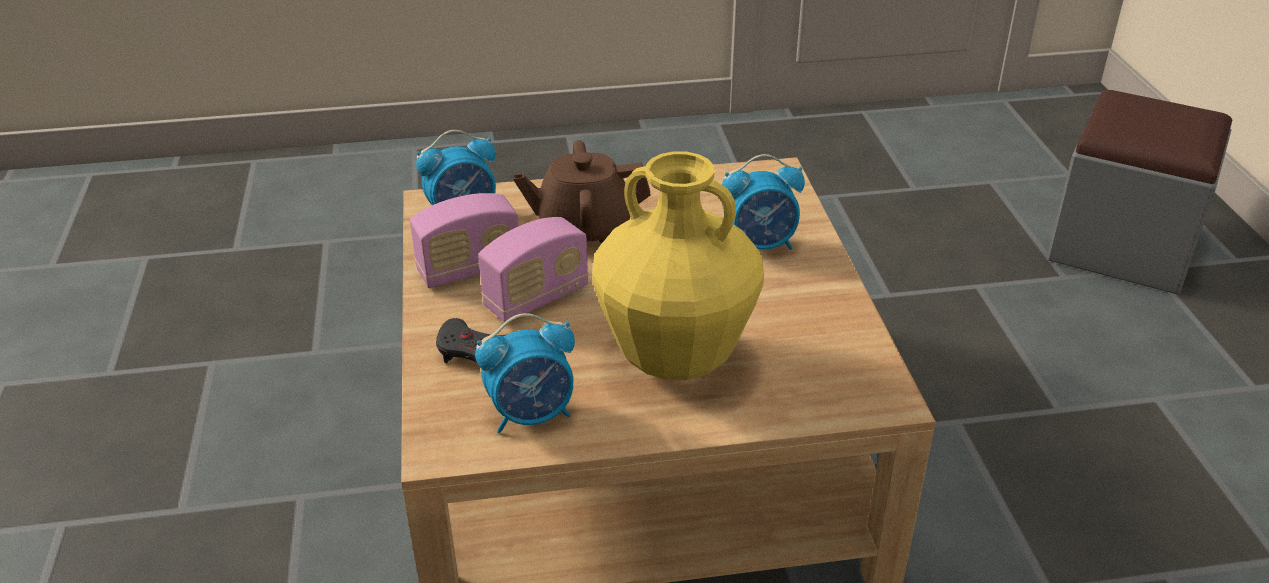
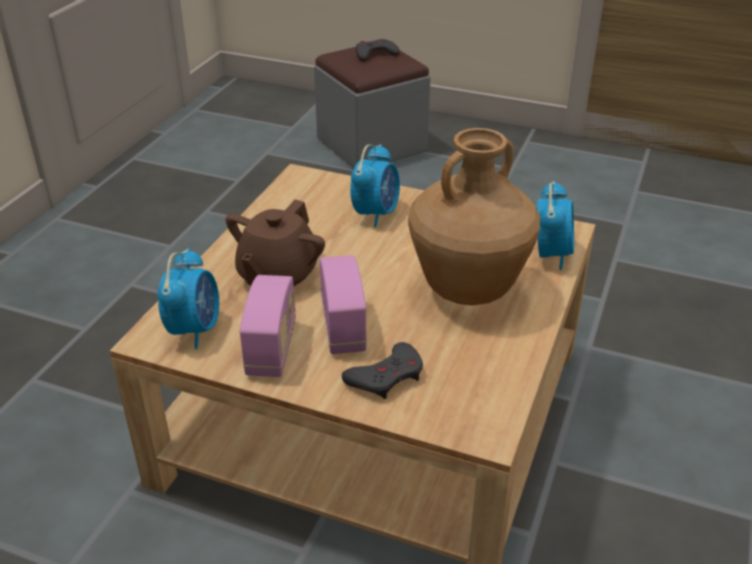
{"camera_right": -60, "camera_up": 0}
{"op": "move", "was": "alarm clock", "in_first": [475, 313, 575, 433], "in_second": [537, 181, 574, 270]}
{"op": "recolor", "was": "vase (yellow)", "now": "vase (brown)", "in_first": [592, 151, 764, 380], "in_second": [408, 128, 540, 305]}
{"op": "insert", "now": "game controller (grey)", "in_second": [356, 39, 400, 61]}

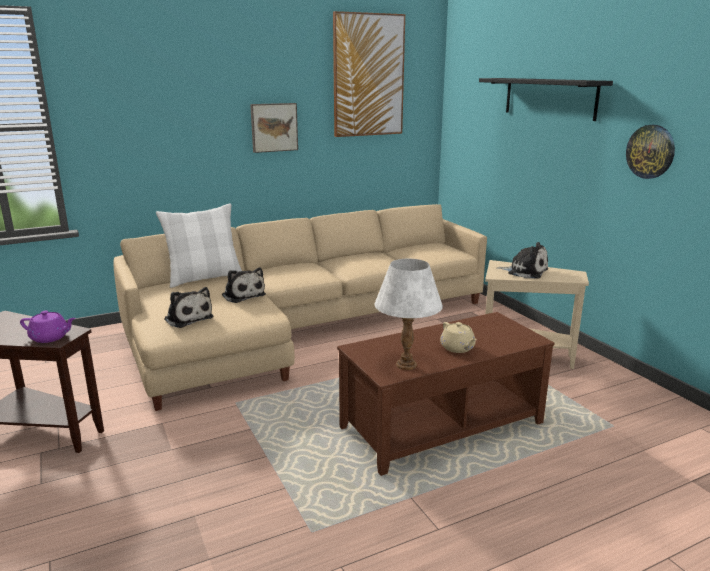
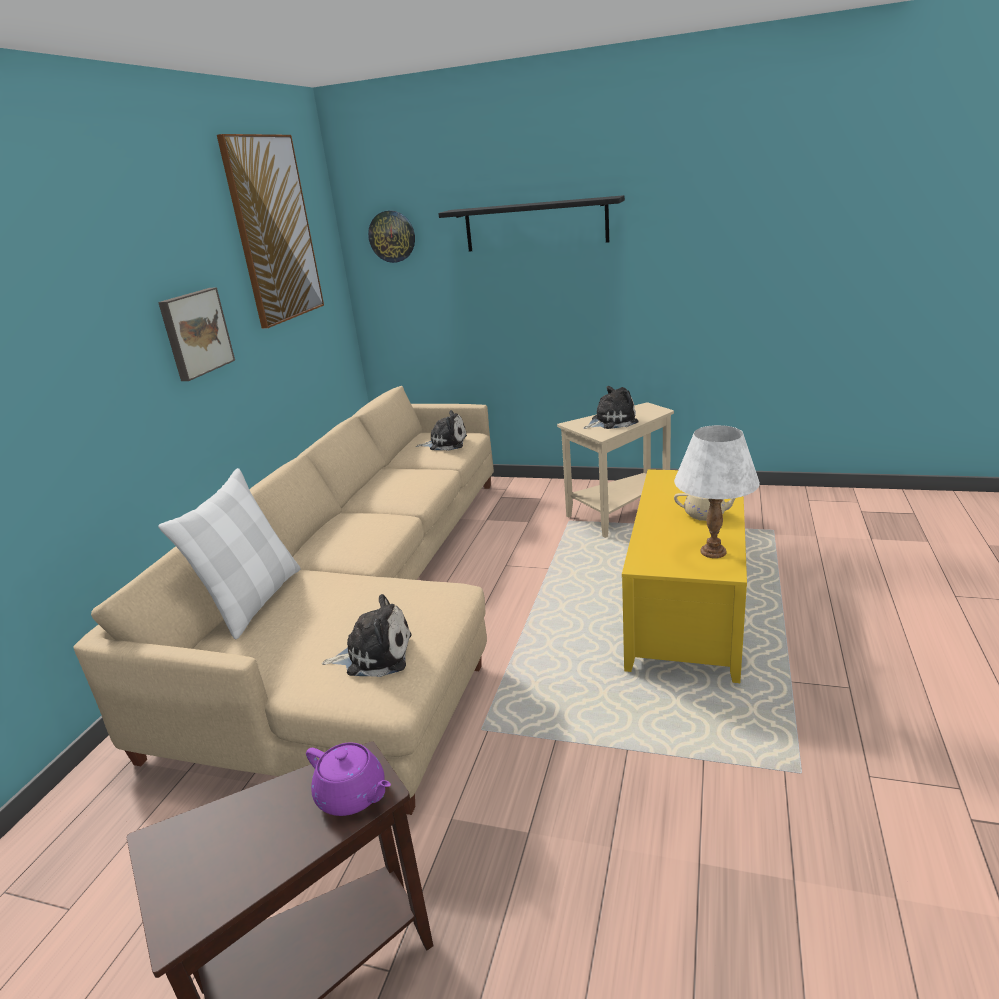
{"camera_right": -45, "camera_up": 5}
{"op": "rotate", "was": "teapot (purple)", "in_first": [20, 311, 76, 343], "in_second": [306, 742, 391, 816], "clockwise": 75}
{"op": "move", "was": "plush toy", "in_first": [222, 267, 266, 303], "in_second": [416, 410, 467, 451]}
{"op": "recolor", "was": "coffee table (brown)", "now": "coffee table (yellow)", "in_first": [337, 312, 555, 476], "in_second": [622, 469, 747, 683]}
{"op": "move", "was": "wall clock", "in_first": [626, 125, 675, 179], "in_second": [368, 210, 415, 263]}

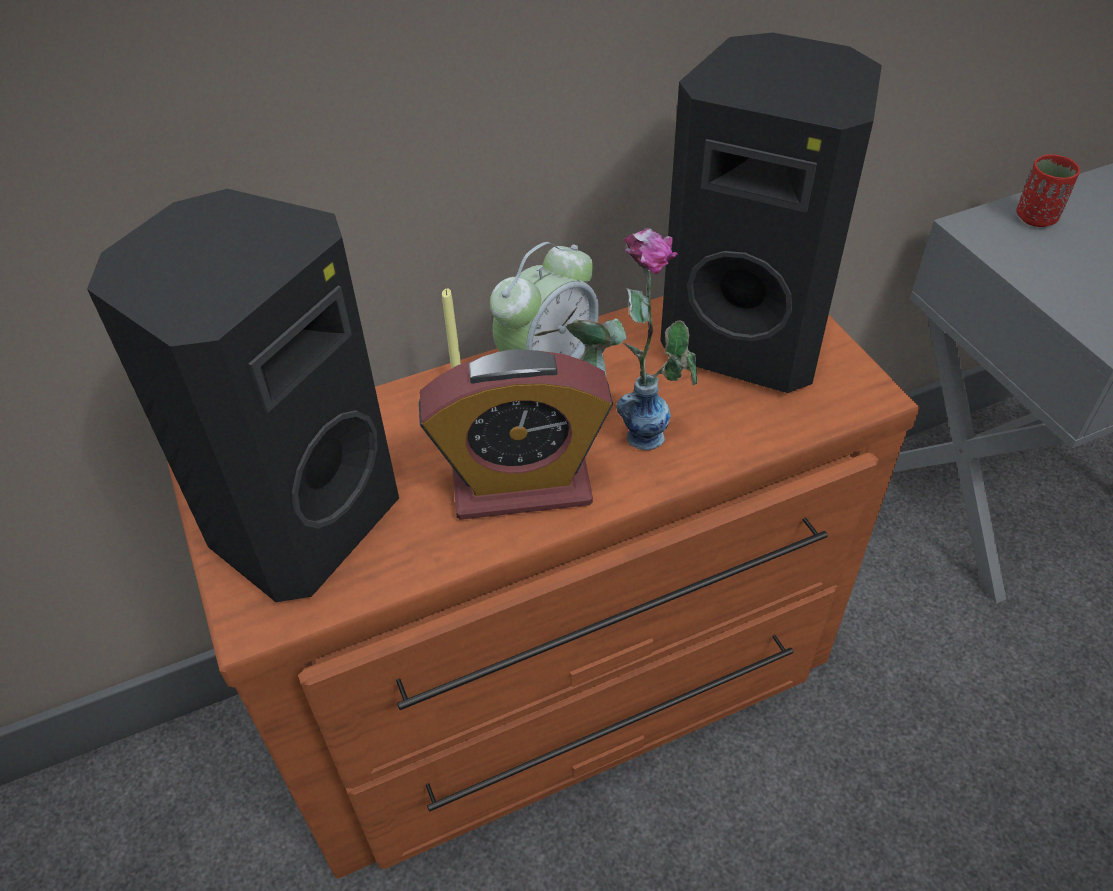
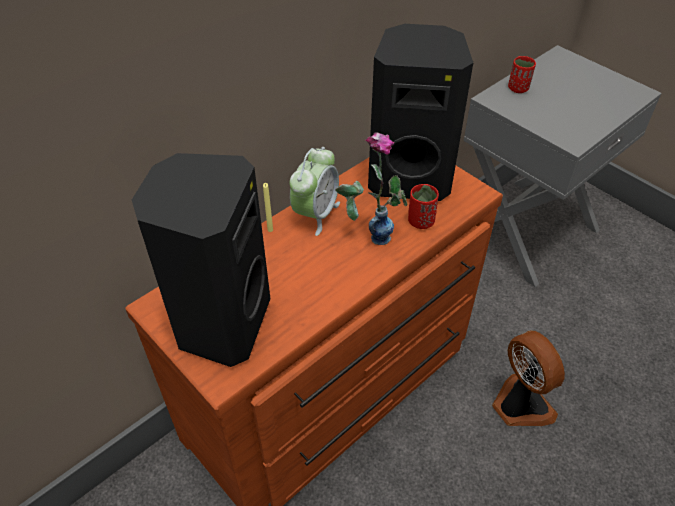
{"camera_right": -20, "camera_up": 0}
{"op": "delete", "was": "alarm clock", "in_first": [419, 349, 613, 520]}
{"op": "insert", "now": "cup (red)", "in_second": [408, 184, 439, 229]}
{"op": "insert", "now": "fan", "in_second": [492, 330, 565, 426]}

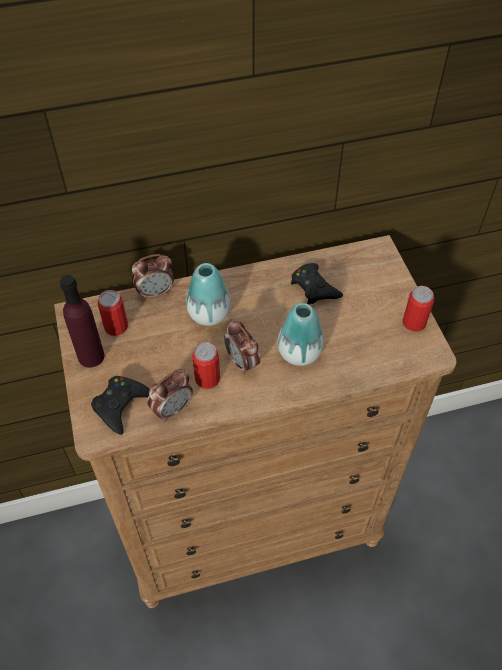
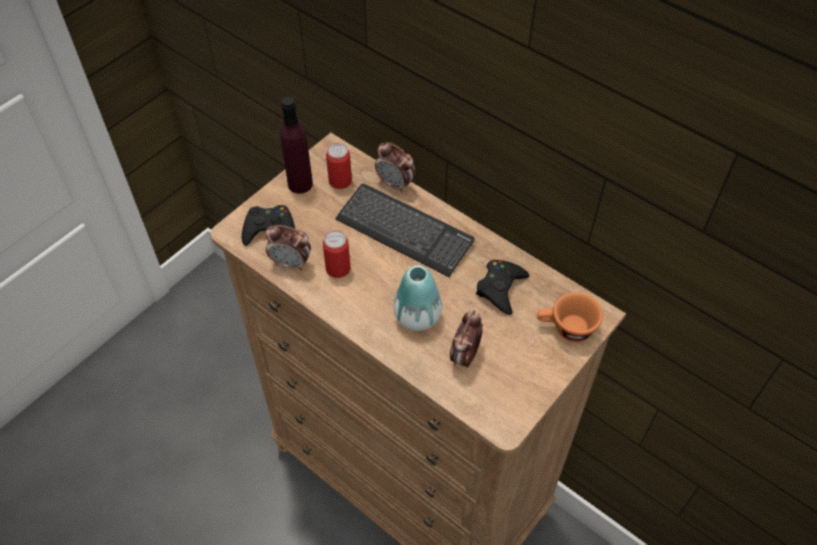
{"camera_right": 55, "camera_up": 0}
{"op": "replace", "was": "vase", "now": "keyboard", "in_first": [186, 263, 231, 326], "in_second": [335, 184, 475, 277]}
{"op": "move", "was": "alarm clock", "in_first": [224, 320, 261, 374], "in_second": [450, 310, 483, 368]}
{"op": "delete", "was": "can", "in_first": [402, 286, 434, 332]}
{"op": "insert", "now": "cup (orange)", "in_second": [537, 293, 603, 342]}

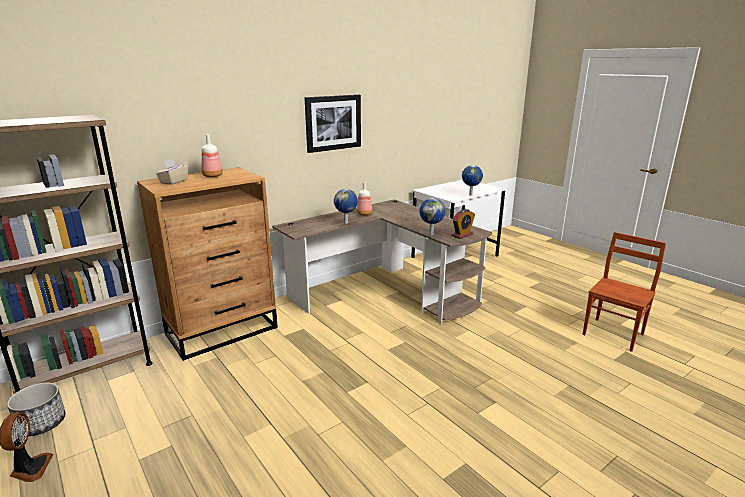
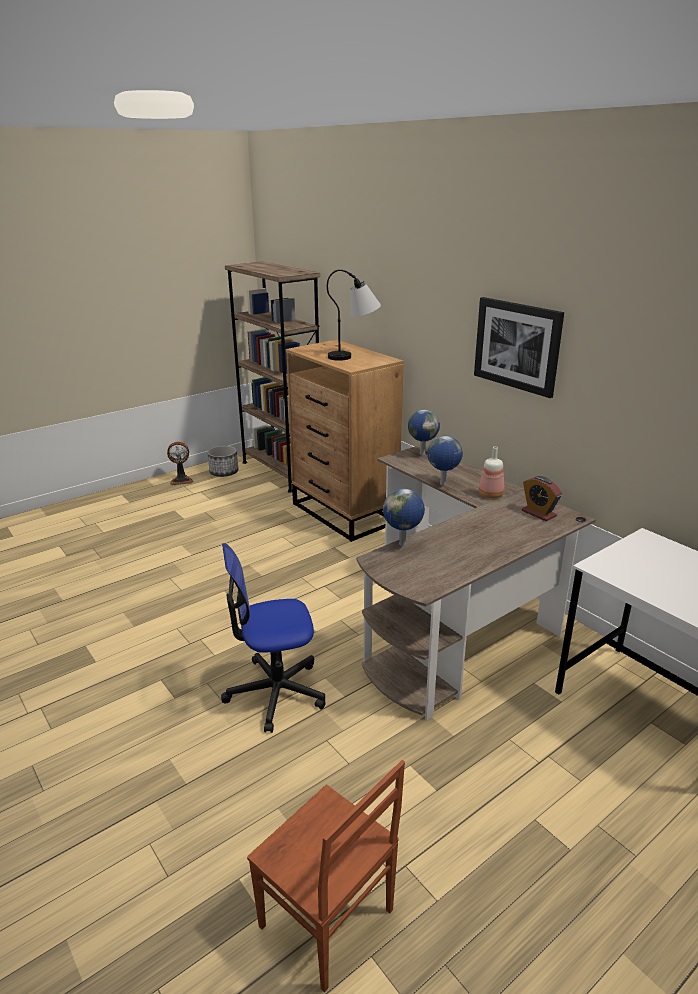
{"camera_right": 90, "camera_up": 5}
{"op": "delete", "was": "tissue box (beige)", "in_first": [156, 159, 188, 185]}
{"op": "replace", "was": "bottle", "now": "table lamp", "in_first": [202, 134, 223, 177], "in_second": [327, 269, 381, 361]}
{"op": "move", "was": "alarm clock", "in_first": [452, 209, 475, 239], "in_second": [522, 476, 562, 521]}
{"op": "move", "was": "globe", "in_first": [462, 165, 483, 196], "in_second": [408, 410, 440, 455]}
{"op": "insert", "now": "office chair", "in_second": [221, 543, 326, 733]}

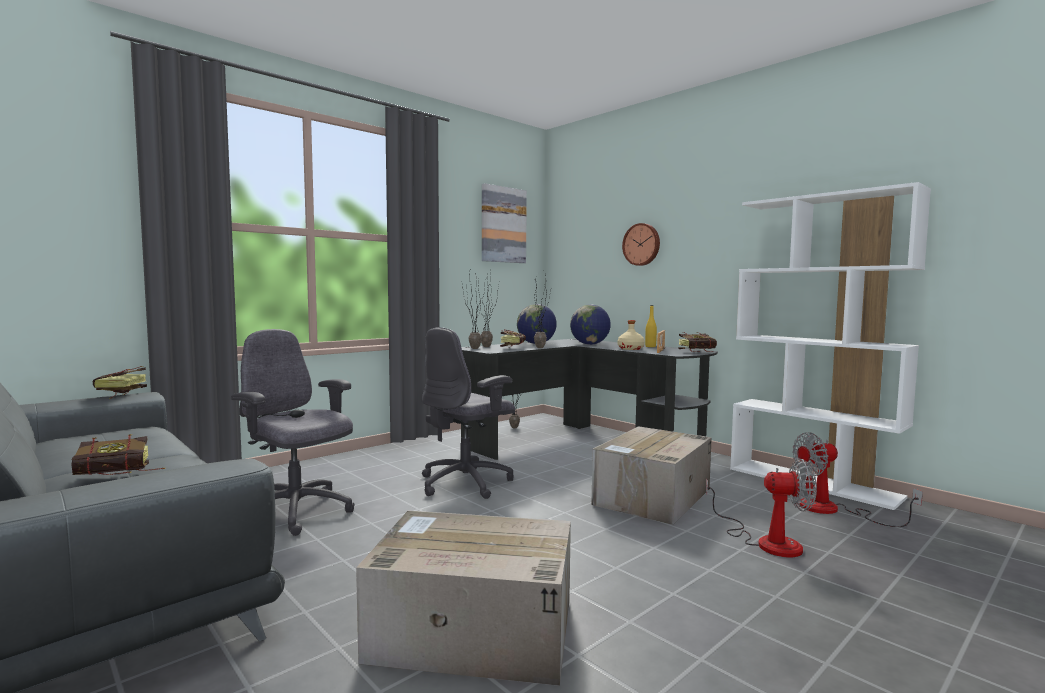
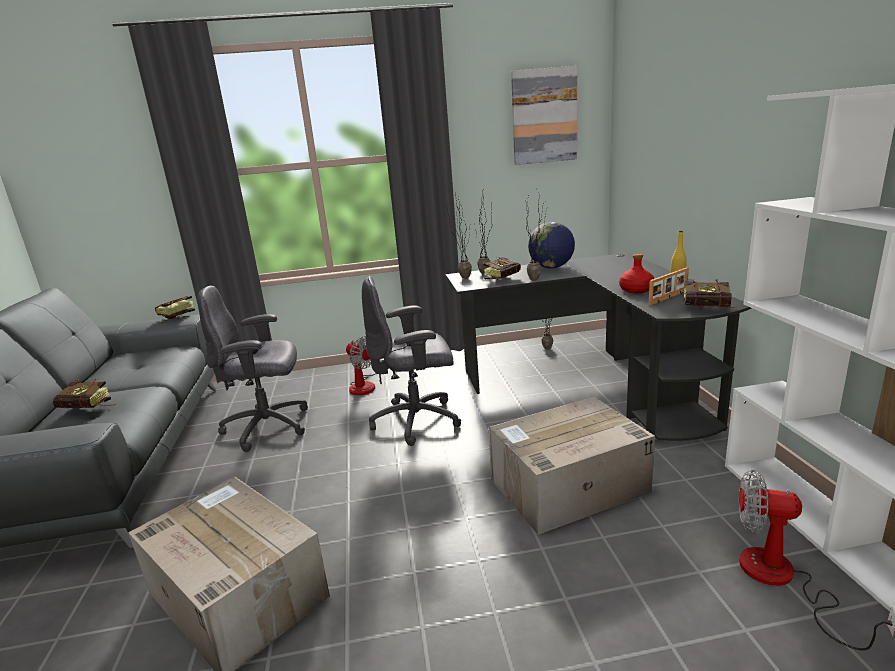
{"camera_right": 35, "camera_up": 15}
{"op": "rotate", "was": "office chair (grey)", "in_first": [231, 329, 355, 536], "in_second": [197, 286, 308, 452], "clockwise": -75}
{"op": "delete", "was": "globe", "in_first": [570, 304, 611, 345]}
{"op": "recolor", "was": "bottle (beige)", "now": "bottle (red)", "in_first": [618, 320, 645, 350], "in_second": [619, 254, 654, 293]}
{"op": "delete", "was": "wall clock", "in_first": [622, 223, 660, 266]}
{"op": "move", "was": "fan", "in_first": [706, 459, 817, 557], "in_second": [346, 336, 377, 395]}

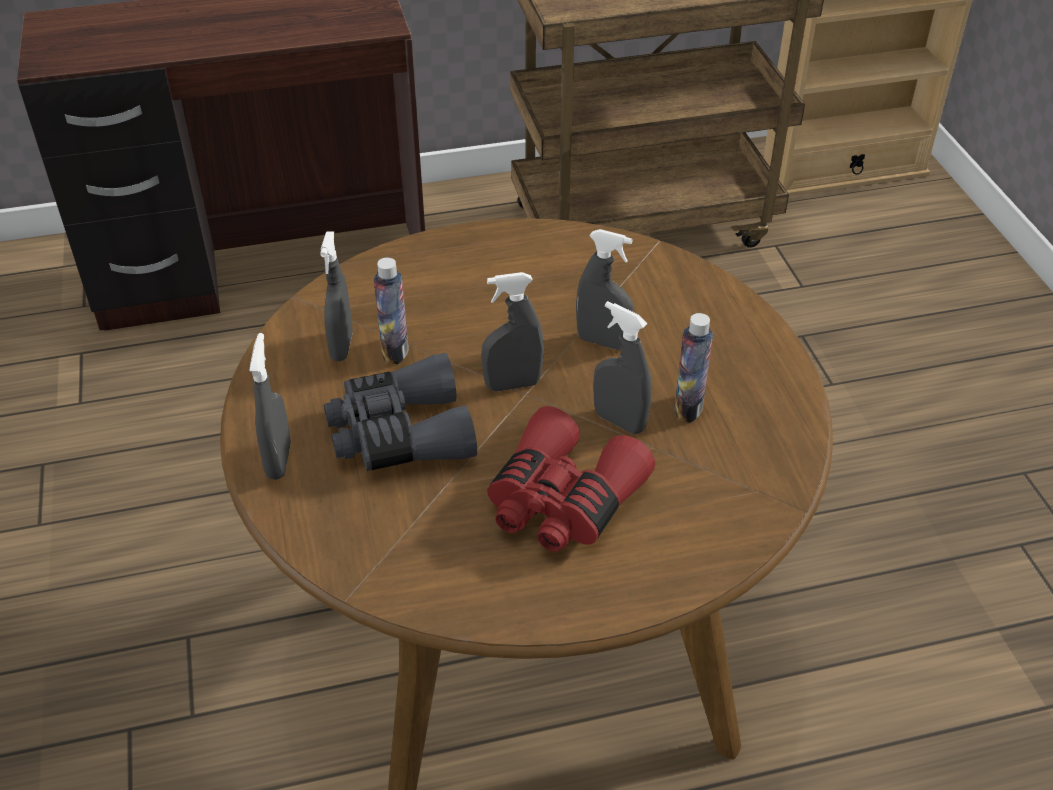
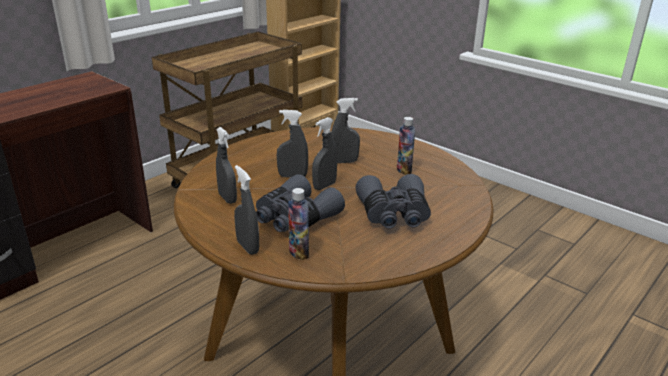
{"camera_right": -35, "camera_up": -15}
{"op": "move", "was": "bottle", "in_first": [374, 258, 409, 364], "in_second": [288, 188, 309, 260]}
{"op": "recolor", "was": "binoculars (red)", "now": "binoculars (grey)", "in_first": [487, 406, 655, 552], "in_second": [356, 174, 431, 228]}
{"op": "move", "was": "spray bottle (grey)", "in_first": [593, 301, 652, 434], "in_second": [277, 110, 308, 177]}

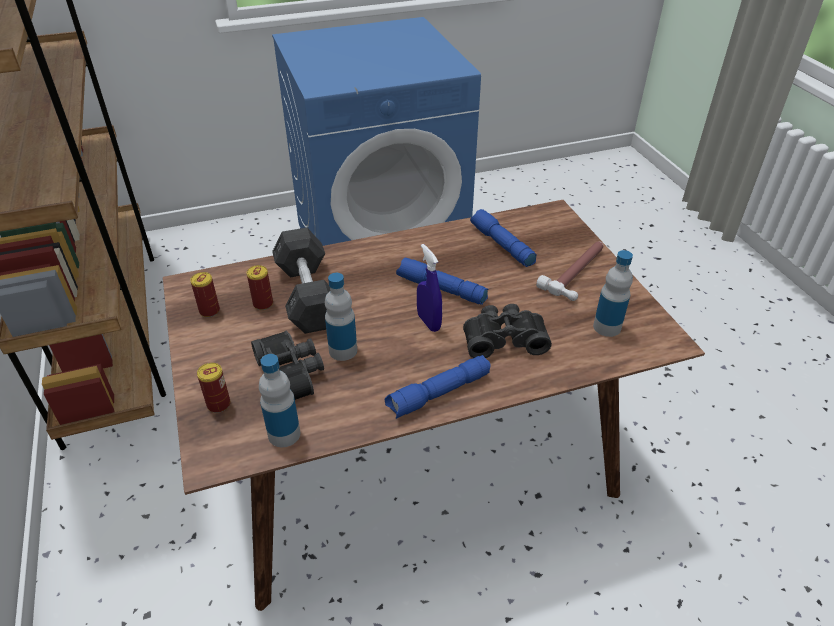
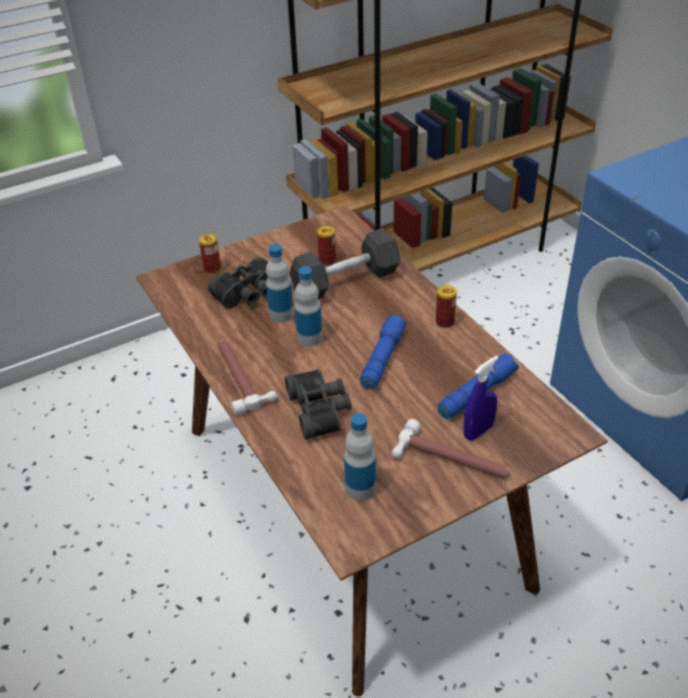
{"camera_right": 80, "camera_up": 0}
{"op": "move", "was": "can", "in_first": [190, 272, 220, 318], "in_second": [436, 285, 457, 328]}
{"op": "move", "was": "bottle", "in_first": [259, 354, 300, 447], "in_second": [295, 266, 323, 346]}
{"op": "replace", "was": "flashlight (blue)", "now": "hammer", "in_first": [385, 355, 491, 419], "in_second": [218, 340, 277, 416]}
{"op": "move", "was": "spray bottle (blue)", "in_first": [417, 244, 442, 332], "in_second": [464, 356, 498, 440]}

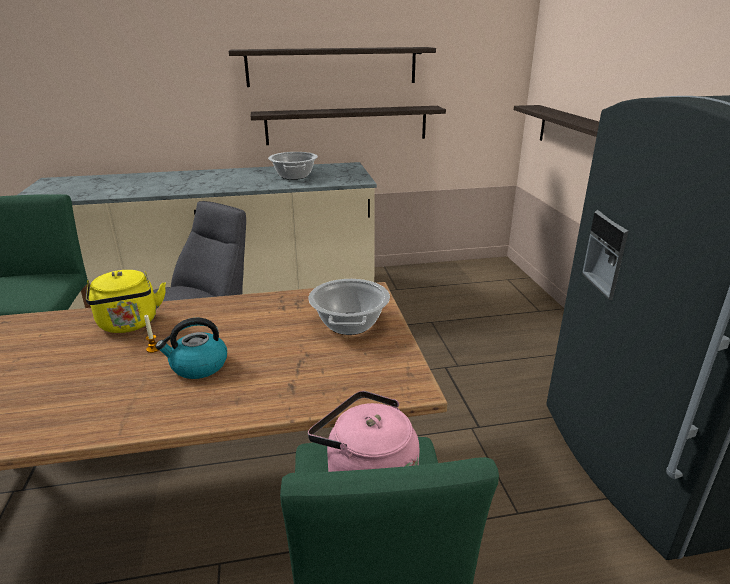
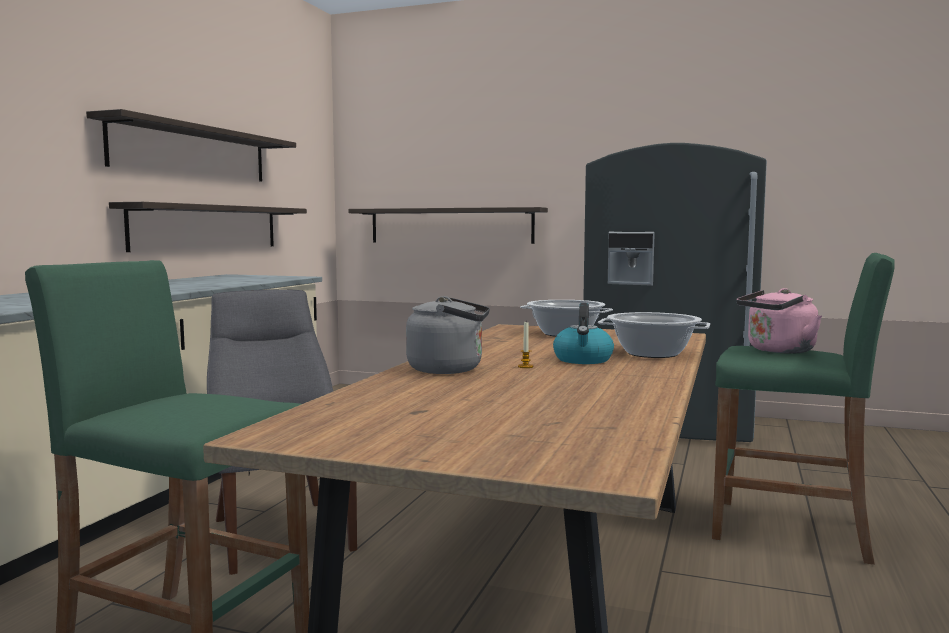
{"camera_right": -60, "camera_up": -20}
{"op": "recolor", "was": "kettle (yellow)", "now": "kettle (grey)", "in_first": [86, 270, 166, 333], "in_second": [406, 296, 490, 374]}
{"op": "move", "was": "cooking pot", "in_first": [268, 152, 318, 180], "in_second": [598, 312, 710, 358]}

